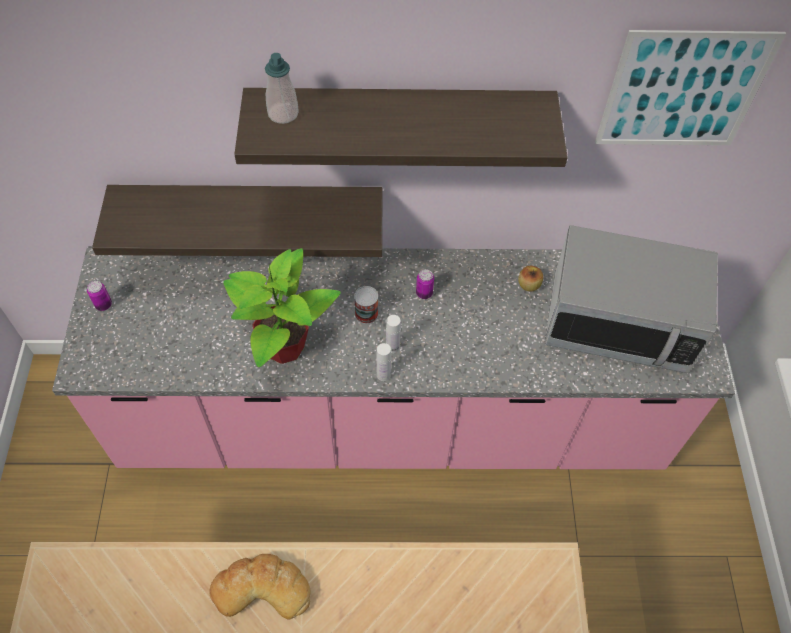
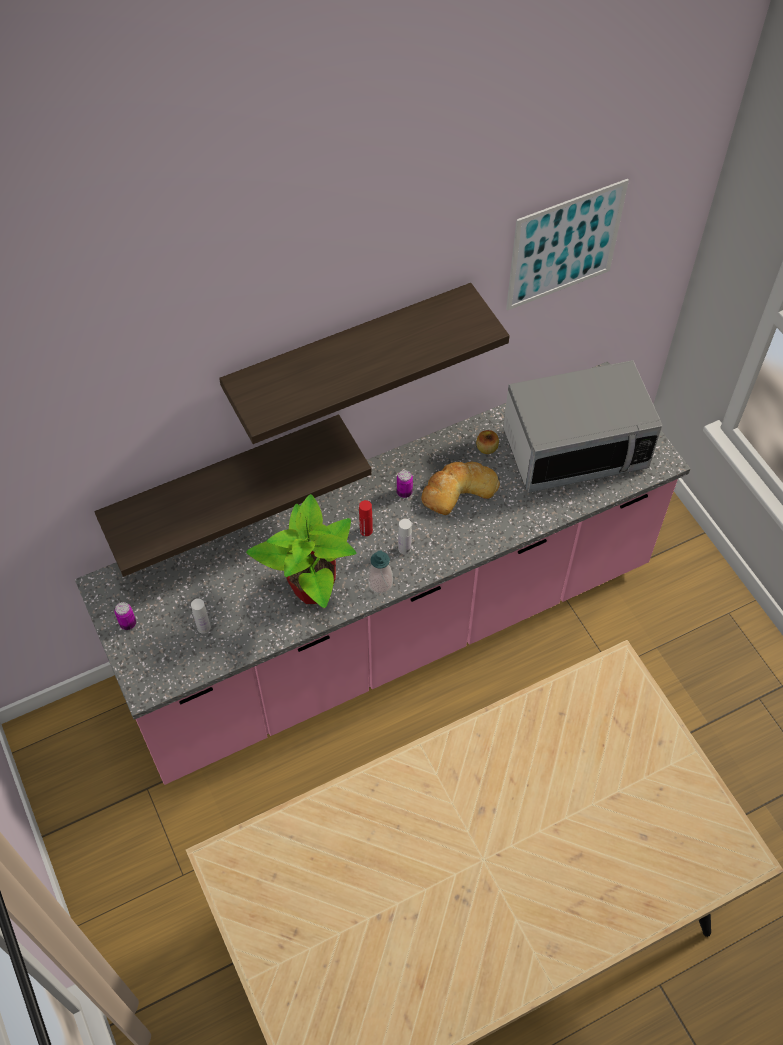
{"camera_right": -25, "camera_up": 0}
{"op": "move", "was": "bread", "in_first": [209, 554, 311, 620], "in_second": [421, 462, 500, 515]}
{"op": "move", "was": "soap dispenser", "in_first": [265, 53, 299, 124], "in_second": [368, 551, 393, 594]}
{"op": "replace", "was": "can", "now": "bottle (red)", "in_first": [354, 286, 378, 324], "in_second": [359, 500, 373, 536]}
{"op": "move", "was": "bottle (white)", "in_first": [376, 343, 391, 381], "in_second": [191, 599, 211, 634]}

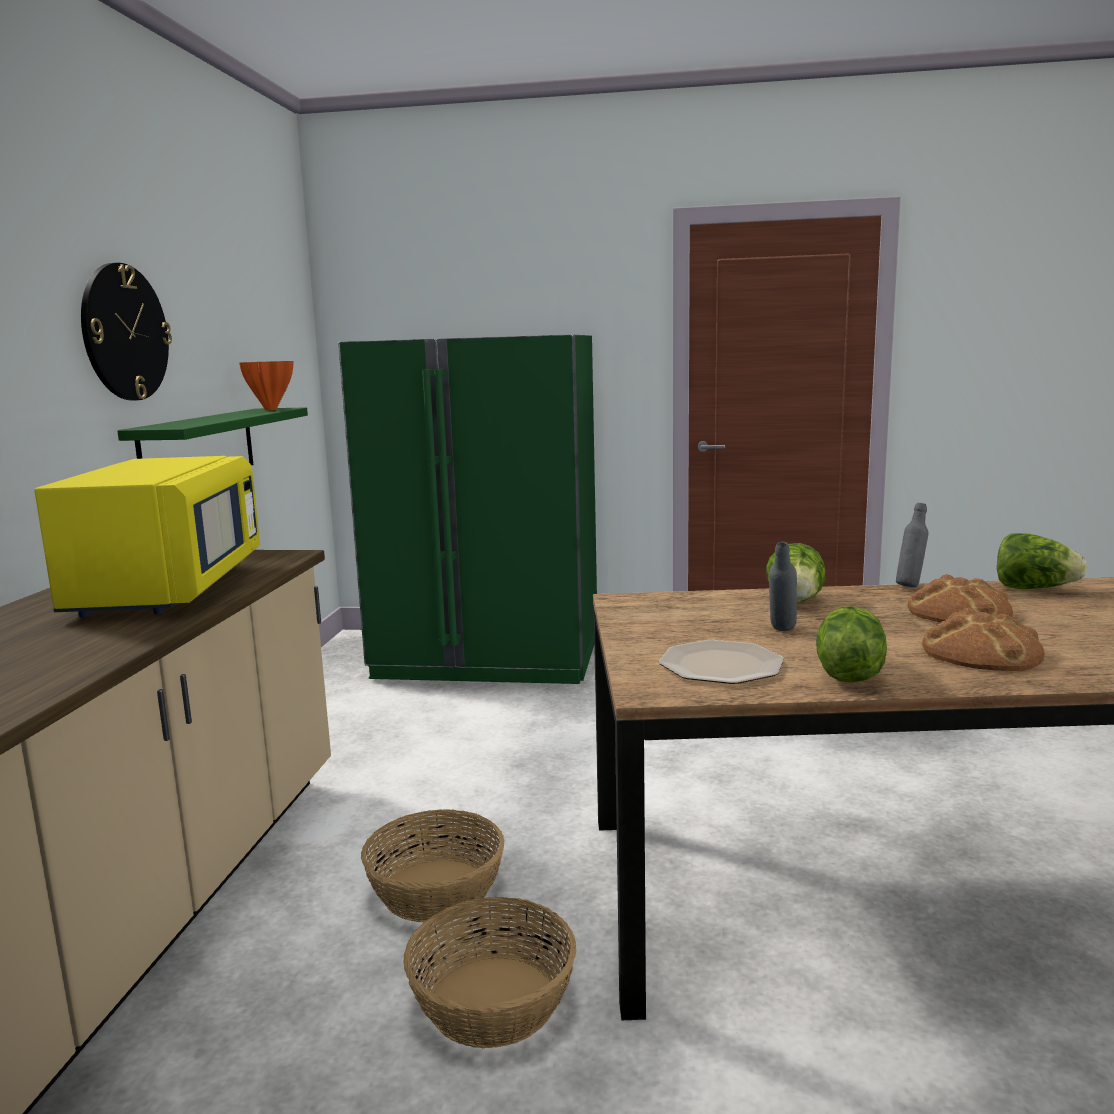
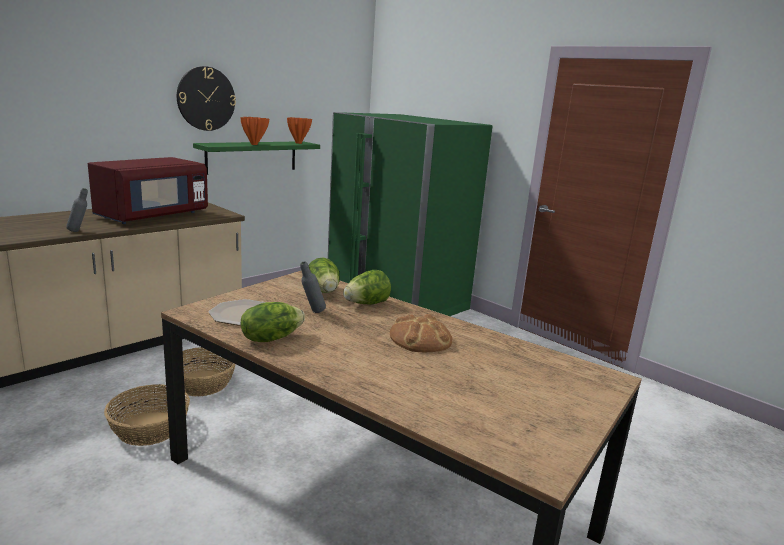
{"camera_right": 35, "camera_up": 5}
{"op": "recolor", "was": "microwave (yellow)", "now": "microwave (red)", "in_first": [35, 456, 260, 617], "in_second": [88, 157, 208, 224]}
{"op": "move", "was": "bottle (grey)", "in_first": [896, 503, 929, 587], "in_second": [66, 188, 88, 232]}
{"op": "delete", "was": "bread", "in_first": [922, 608, 1044, 671]}
{"op": "move", "was": "lettuce", "in_first": [997, 533, 1087, 589], "in_second": [309, 257, 340, 293]}
{"op": "insert", "now": "vase (orange)", "in_second": [240, 117, 269, 145]}

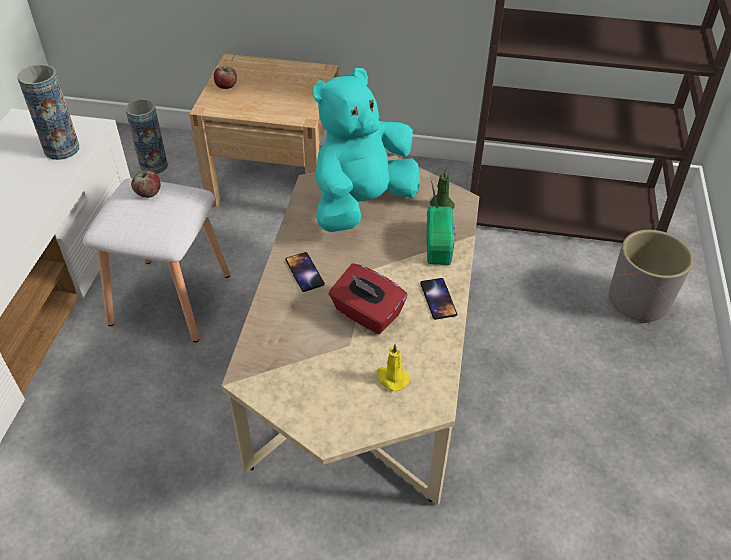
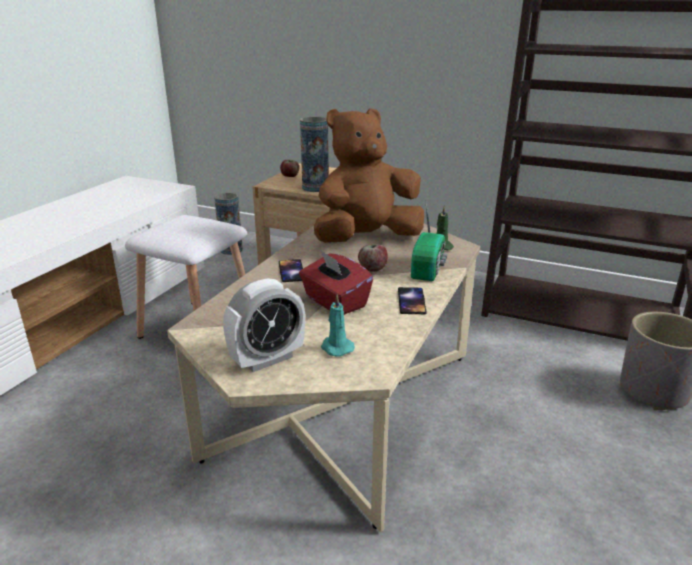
{"camera_right": 15, "camera_up": -20}
{"op": "move", "was": "vase", "in_first": [18, 64, 79, 160], "in_second": [300, 117, 329, 192]}
{"op": "move", "was": "apple", "in_first": [131, 171, 161, 198], "in_second": [358, 244, 388, 272]}
{"op": "recolor", "was": "plush toy (turquoise)", "now": "plush toy (brown)", "in_first": [313, 68, 420, 232], "in_second": [314, 108, 424, 243]}
{"op": "recolor", "was": "candle (yellow)", "now": "candle (turquoise)", "in_first": [377, 344, 409, 391], "in_second": [321, 294, 355, 357]}
{"op": "insert", "now": "alarm clock", "in_second": [223, 278, 305, 372]}

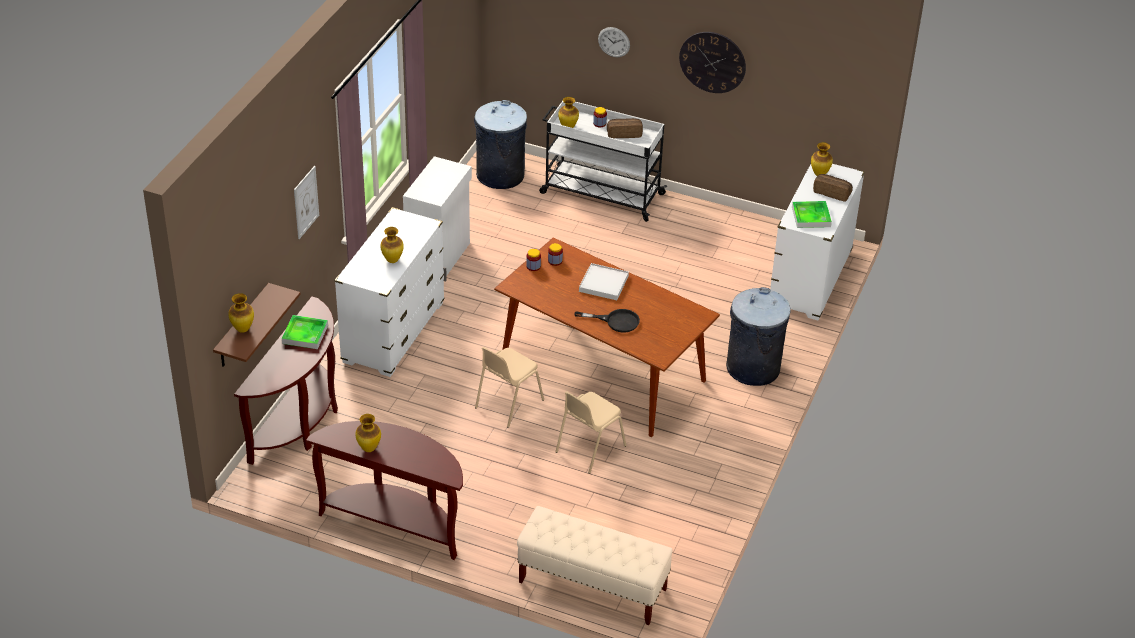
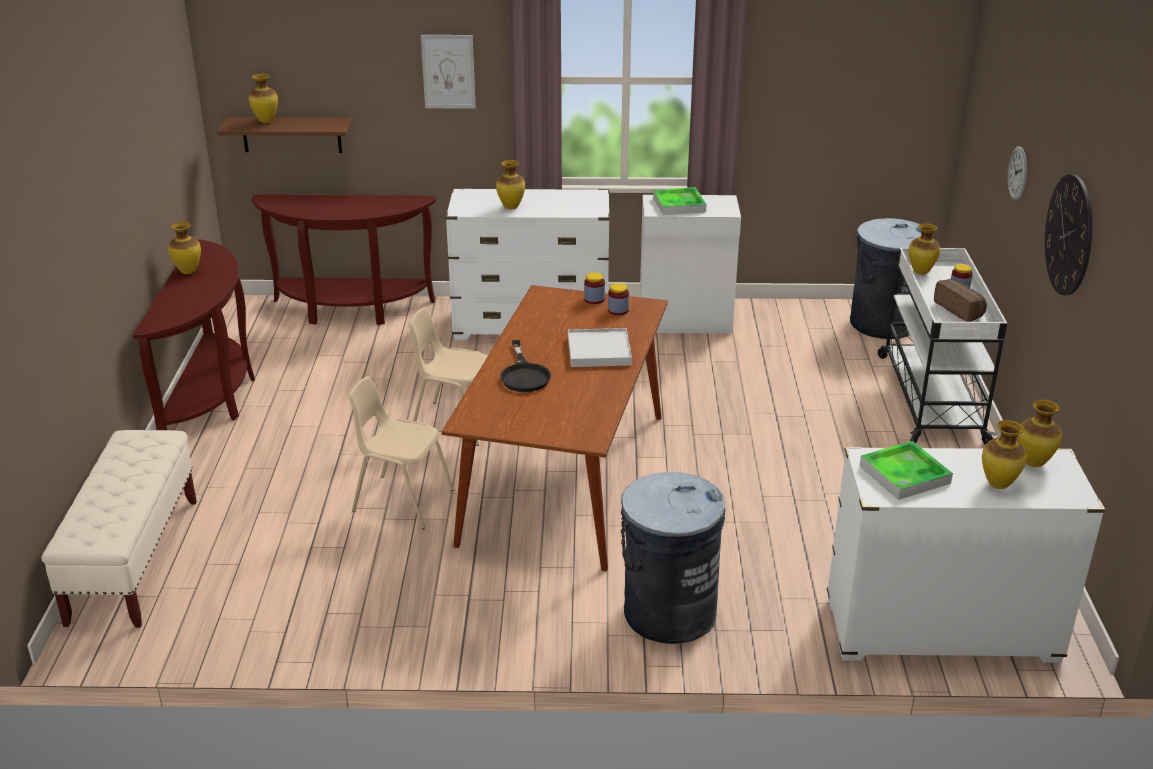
{"camera_right": 70, "camera_up": -10}
{"op": "move", "was": "tray", "in_first": [282, 315, 328, 349], "in_second": [653, 187, 707, 215]}
{"op": "replace", "was": "bread", "now": "vase", "in_first": [813, 174, 853, 202], "in_second": [982, 420, 1027, 489]}

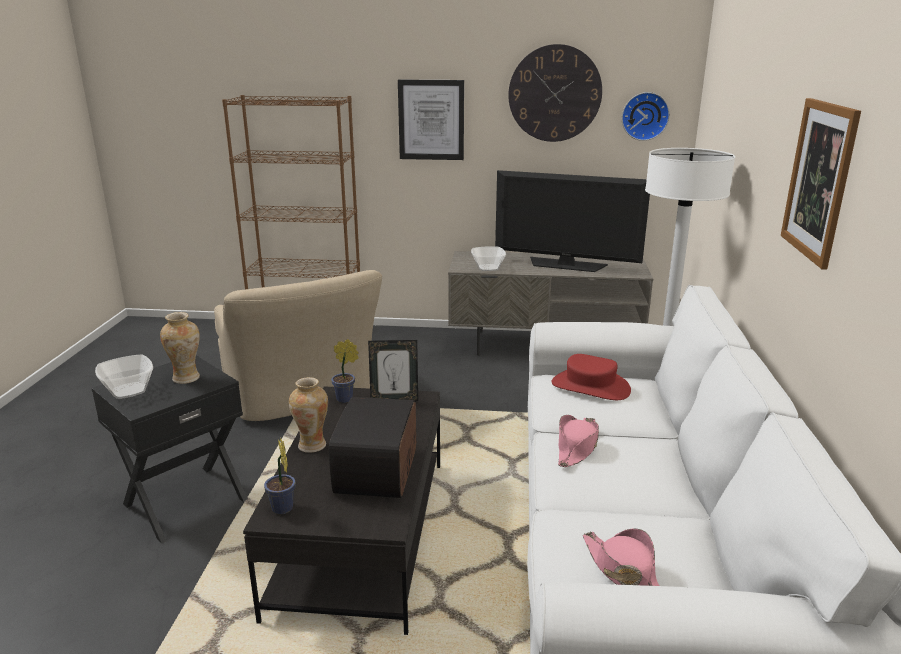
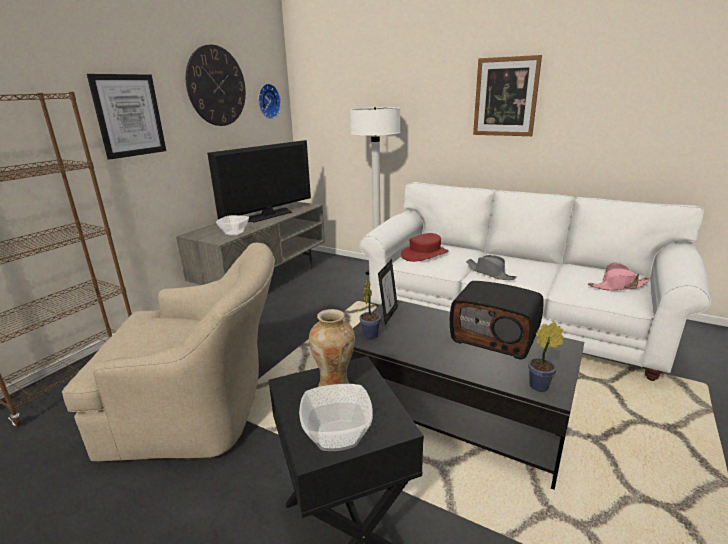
{"camera_right": -65, "camera_up": 0}
{"op": "delete", "was": "vase", "in_first": [289, 377, 328, 453]}
{"op": "recolor", "was": "hat (pink)", "now": "hat (grey)", "in_first": [558, 415, 599, 467], "in_second": [466, 255, 517, 280]}

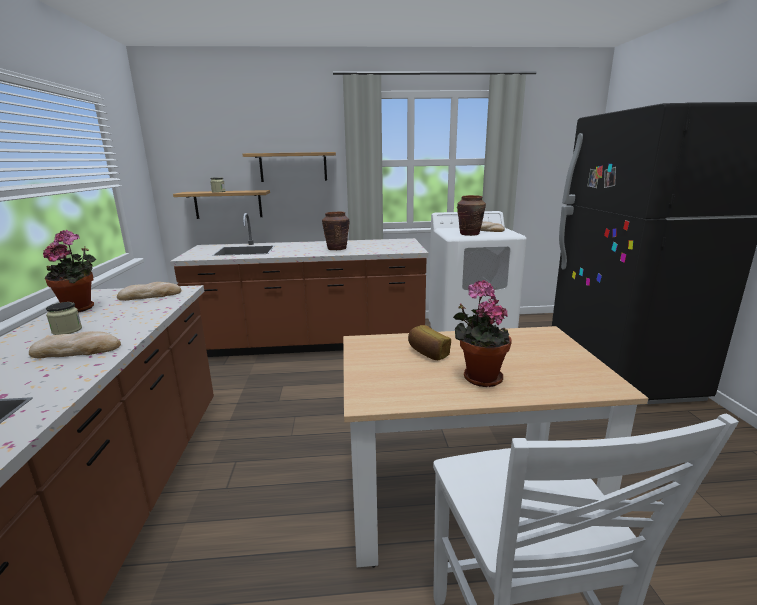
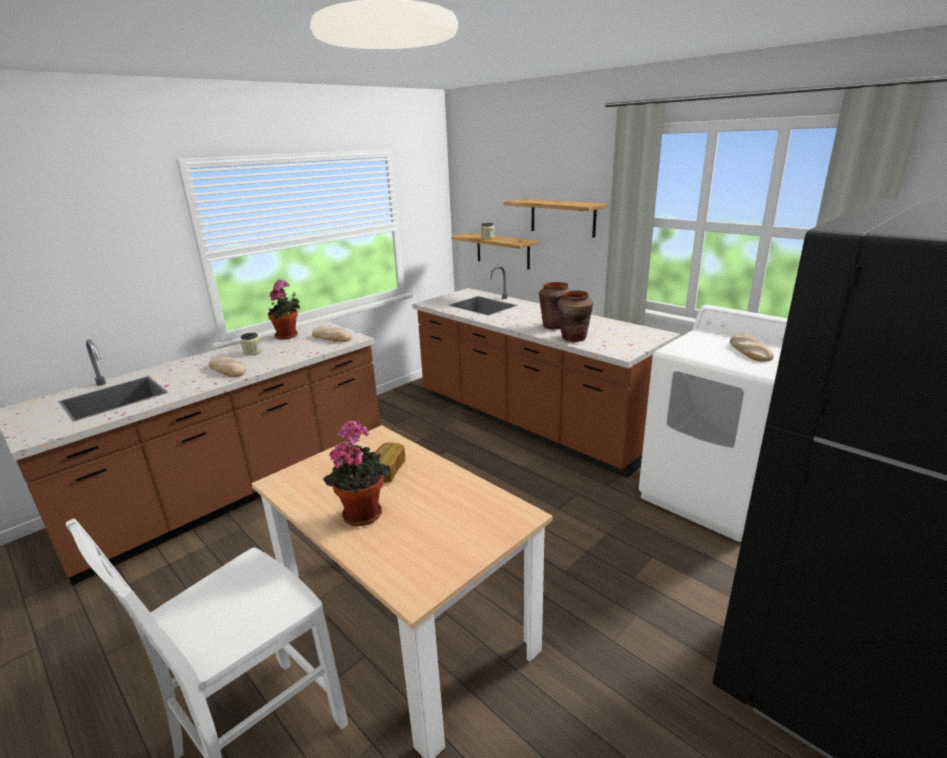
{"camera_right": 50, "camera_up": 5}
{"op": "move", "was": "vase (brown)", "in_first": [457, 195, 486, 236], "in_second": [557, 290, 593, 342]}

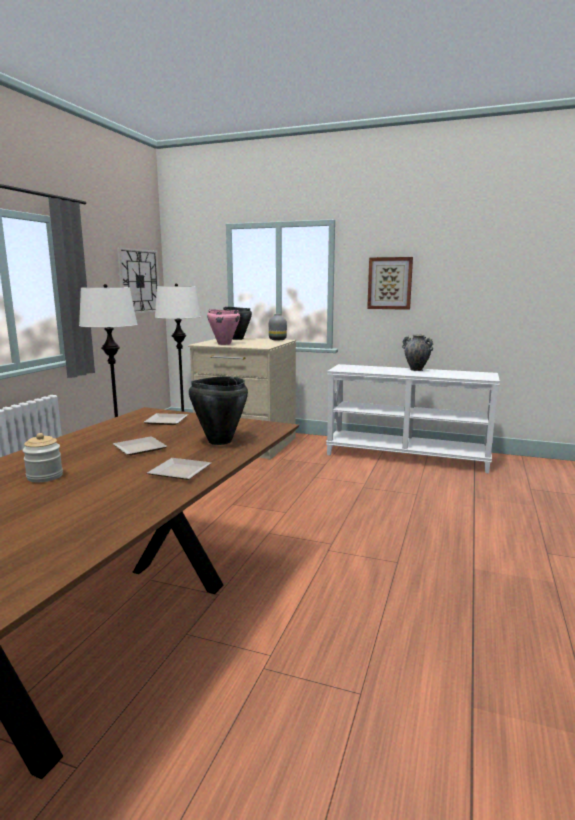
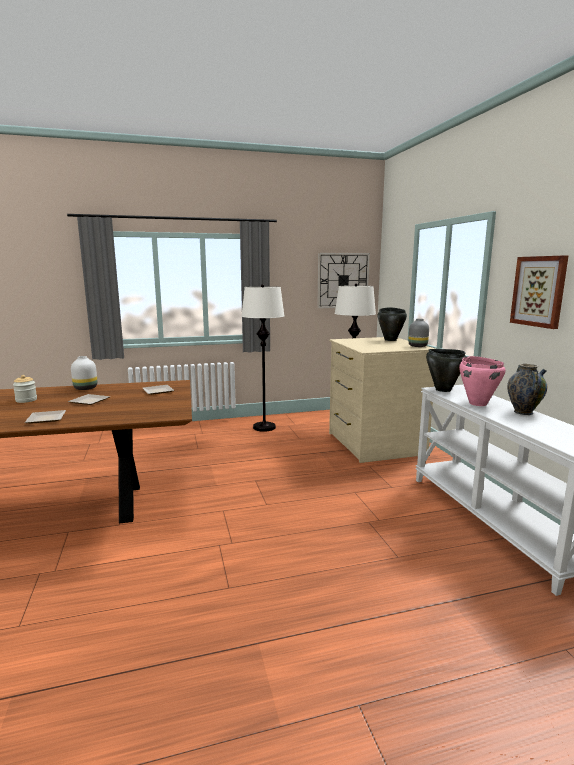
{"camera_right": 55, "camera_up": 0}
{"op": "move", "was": "cooking pot (black)", "in_first": [189, 377, 248, 445], "in_second": [426, 349, 466, 392]}
{"op": "move", "was": "cooking pot (pink)", "in_first": [207, 309, 240, 345], "in_second": [459, 356, 506, 406]}
{"op": "insert", "now": "vase (white)", "in_second": [71, 356, 97, 390]}

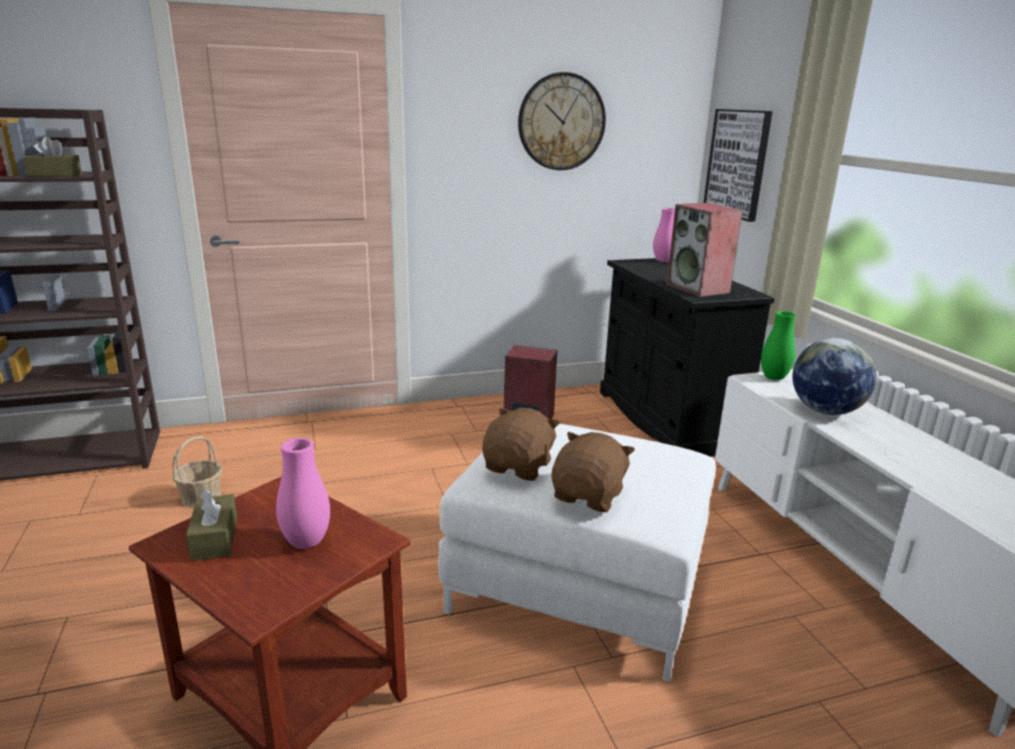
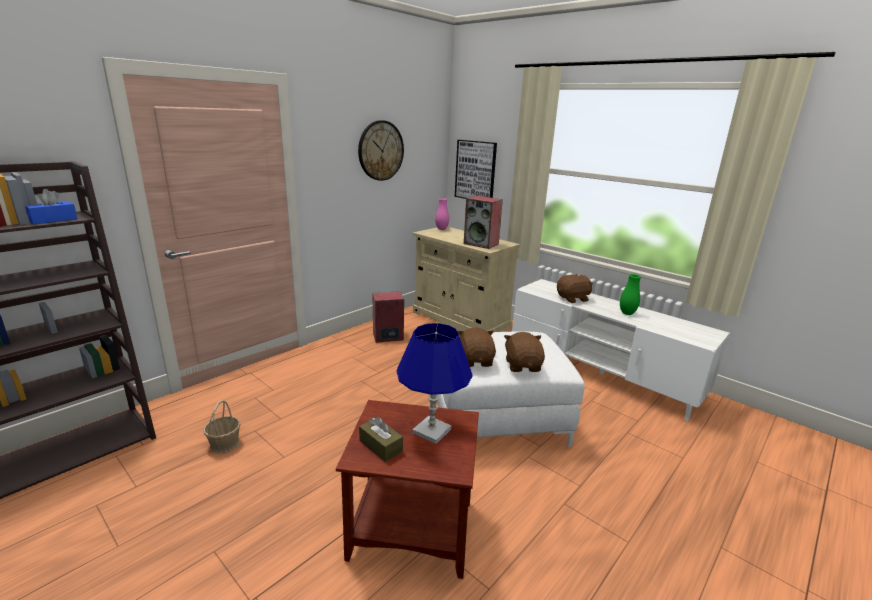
{"camera_right": -30, "camera_up": 0}
{"op": "recolor", "was": "tissue box (brown)", "now": "tissue box (blue)", "in_first": [23, 137, 82, 177], "in_second": [25, 189, 77, 224]}
{"op": "replace", "was": "vase (pink)", "now": "table lamp (blue)", "in_first": [276, 438, 330, 549], "in_second": [397, 323, 472, 444]}
{"op": "recolor", "was": "cabinet (black)", "now": "cabinet (beige)", "in_first": [600, 258, 775, 457], "in_second": [413, 227, 520, 332]}
{"op": "move", "was": "vase (green)", "in_first": [761, 311, 796, 380], "in_second": [620, 274, 641, 315]}
{"op": "replace", "was": "globe", "now": "plush toy (brown)", "in_first": [792, 338, 877, 415], "in_second": [557, 274, 593, 303]}

